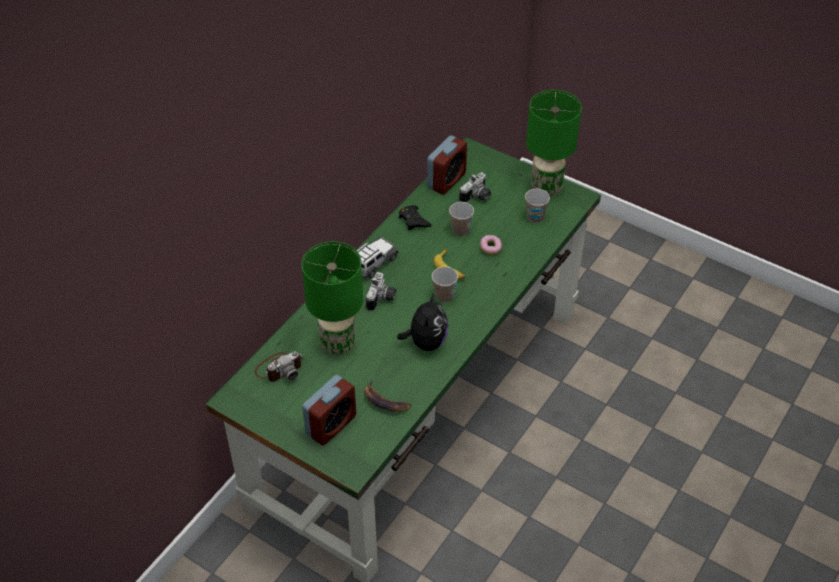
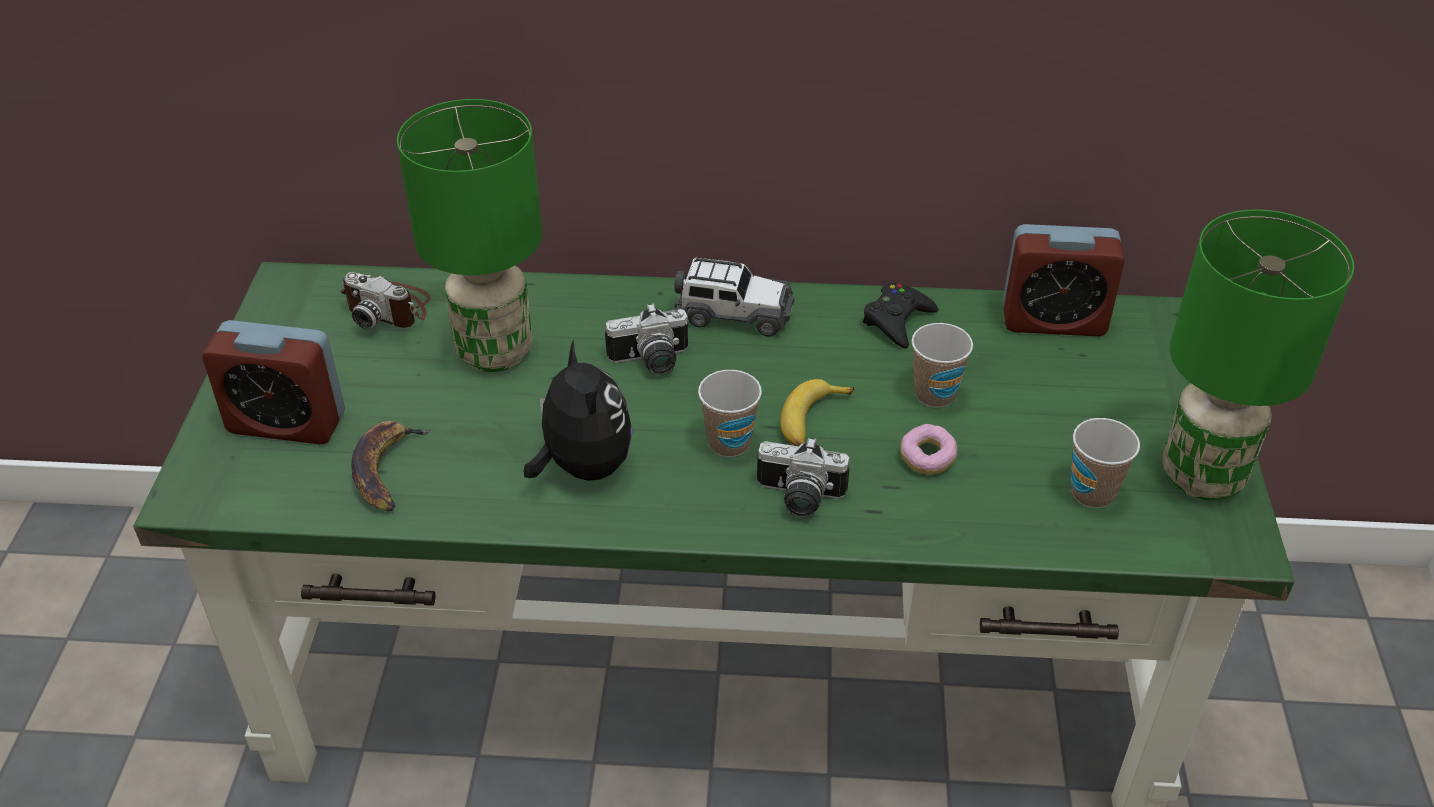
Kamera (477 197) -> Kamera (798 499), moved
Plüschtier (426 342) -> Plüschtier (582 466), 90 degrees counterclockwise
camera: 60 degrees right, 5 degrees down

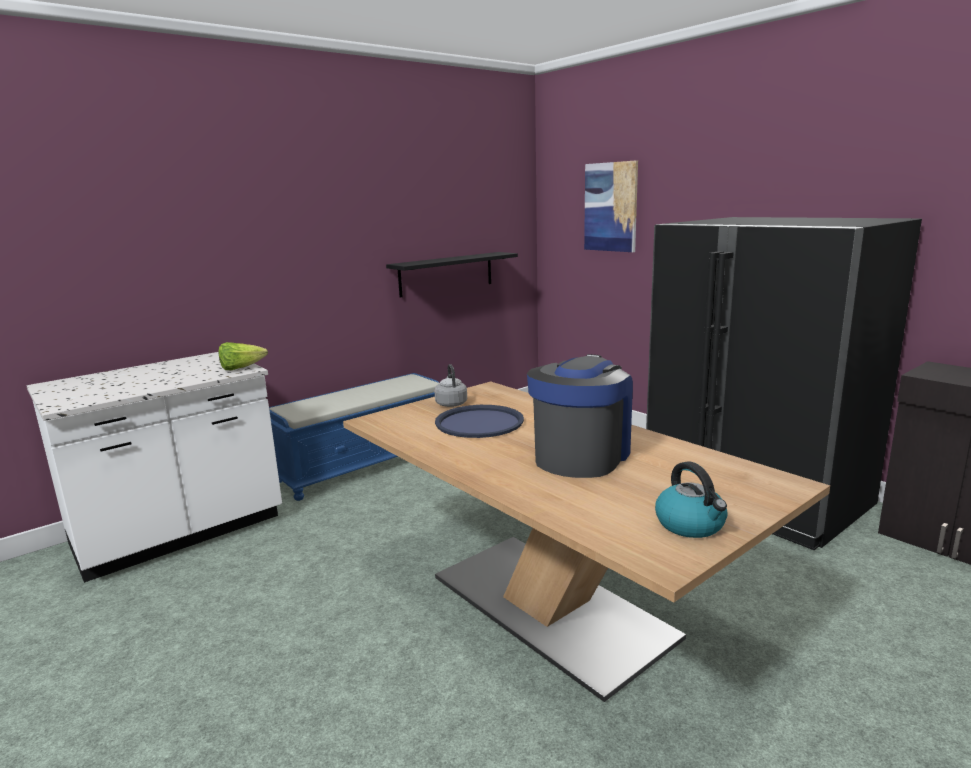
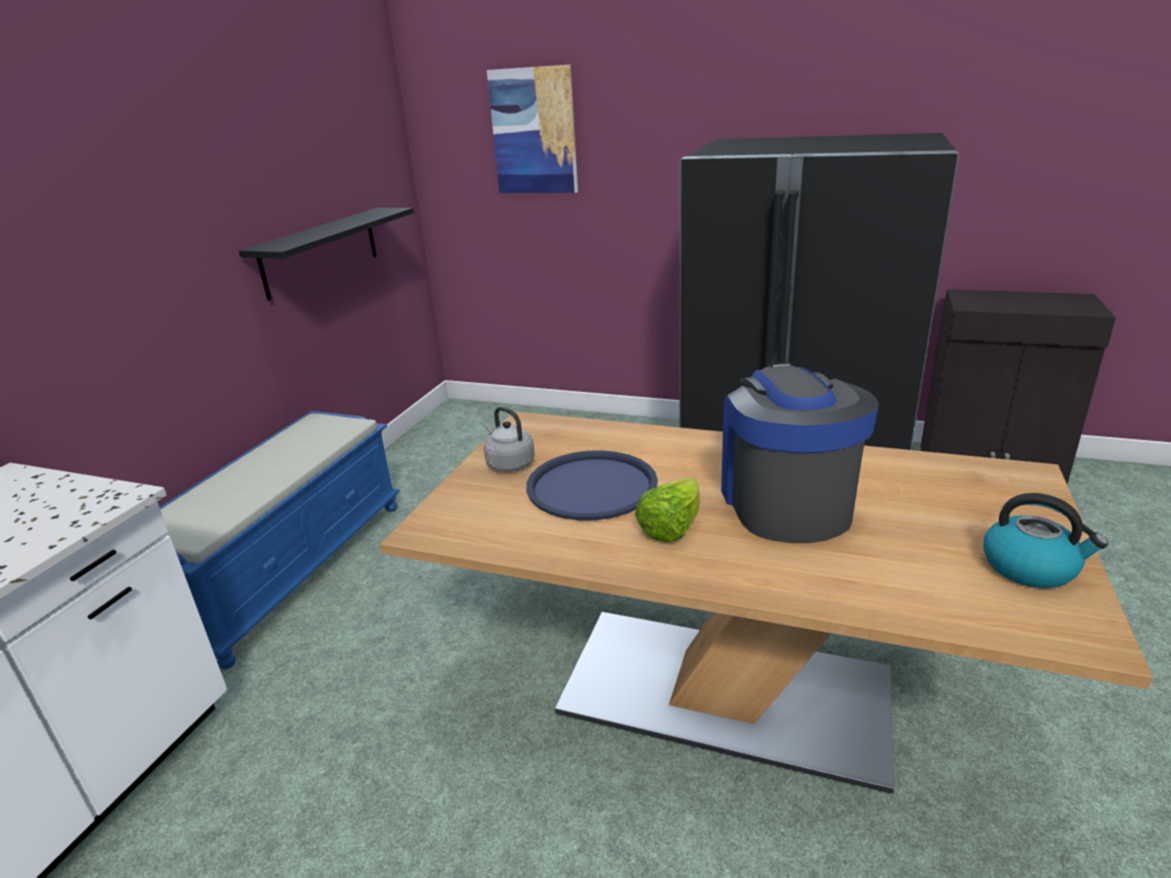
Salatkopf (241 368) -> Salatkopf (671 527), moved
camera: 30 degrees left, 10 degrees up

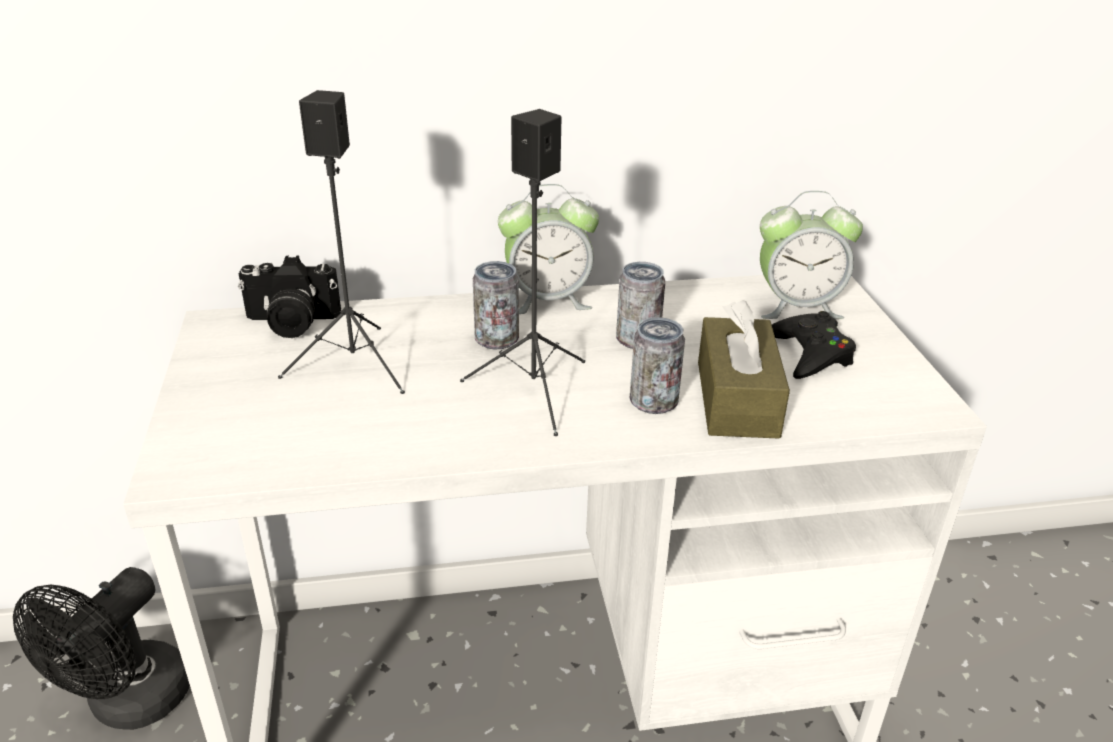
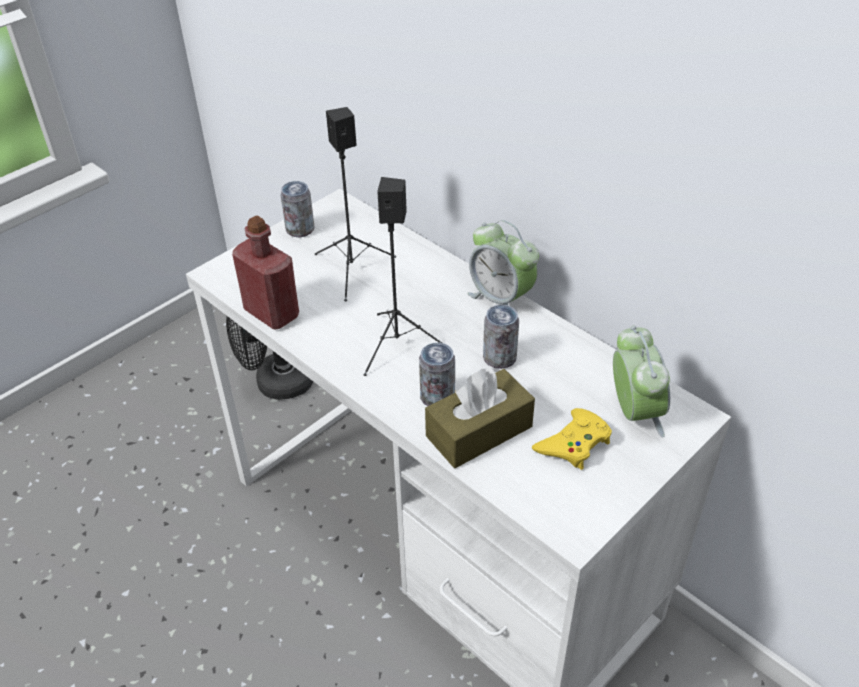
Wecker (797 307) -> Wecker (634 412), 150 degrees counterclockwise
Kamera (291 323) -> none
Dose (496 339) -> Dose (300 230), moved
Gamepad [schwarz] (809 354) -> Gamepad [gelb] (574 444)
none -> Flasche [rot] (272 313)
camera: 55 degrees right, 10 degrees up

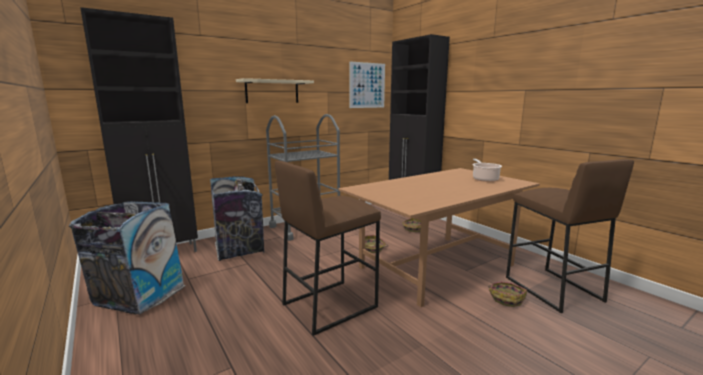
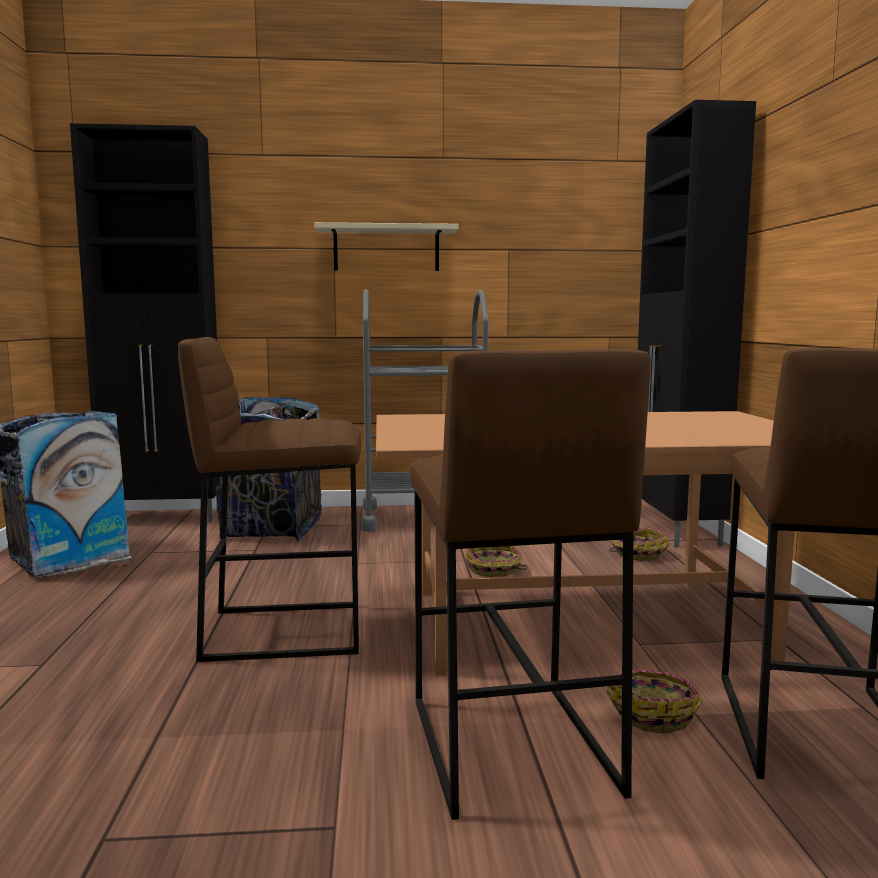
Bild (367 85) -> none
Kochtopf (484 179) -> none
none -> Hocker [braun] (508 745)
camera: 30 degrees right, 5 degrees down

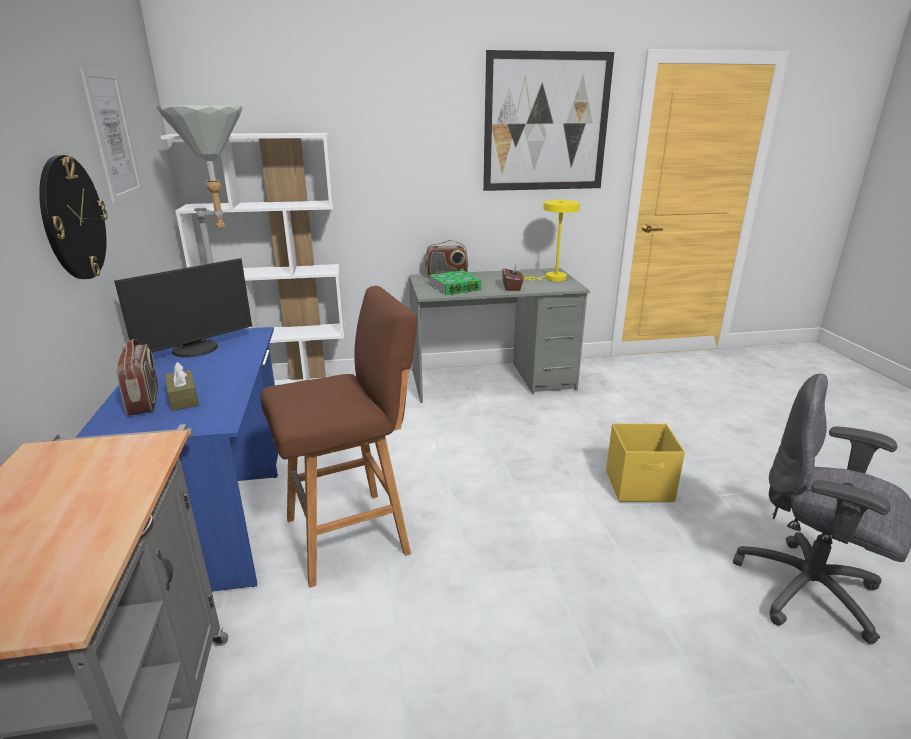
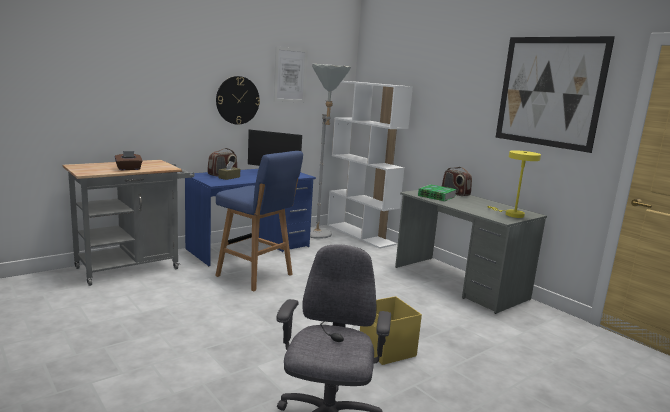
Taschentuchbox [braun] (512 287) -> Taschentuchbox [braun] (129 169), moved
Hocker [braun] (351 534) -> Hocker [blau] (256 276)
camera: 60 degrees right, 10 degrees down

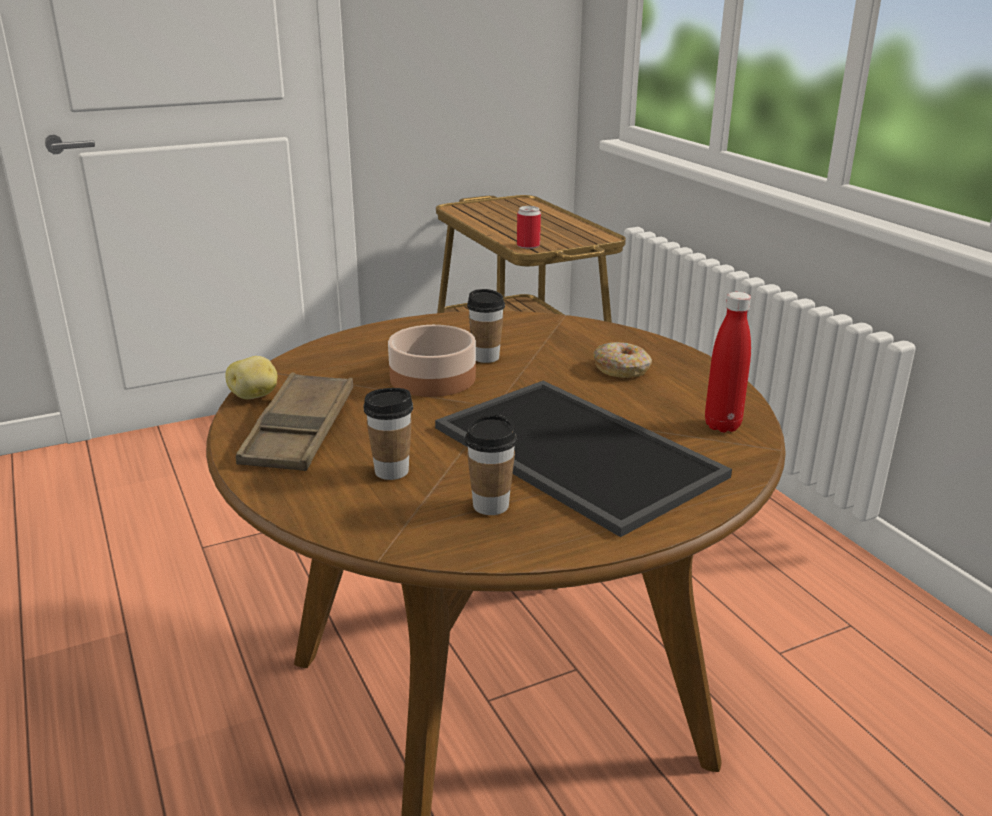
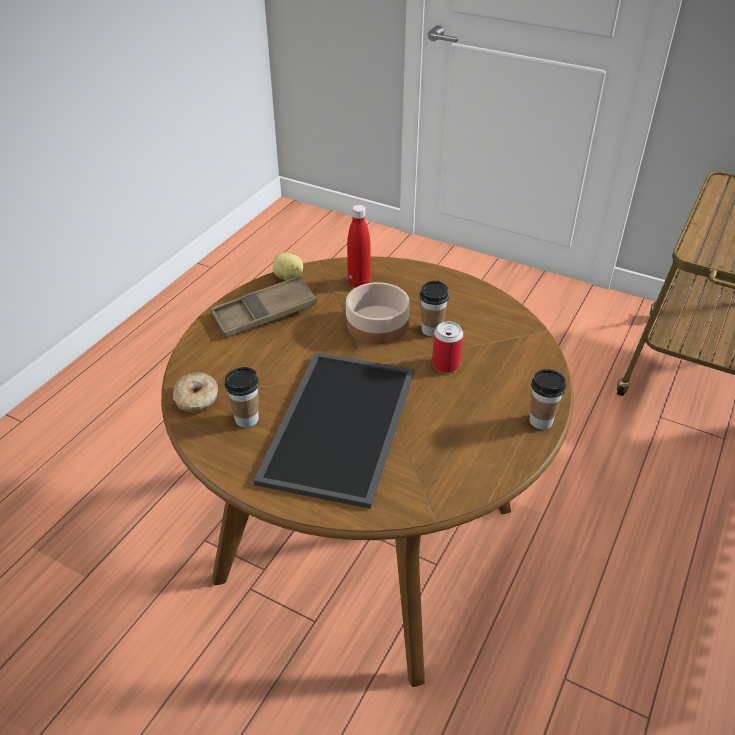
Dose (528 246) -> Dose (445 365), moved
Flasche [rot] (722 425) -> Flasche [rot] (359 282), moved
Donut (622 369) -> Donut (197 399), moved
Tasse (391 471) -> Tasse (541 421), moved
camera: 55 degrees right, 15 degrees up

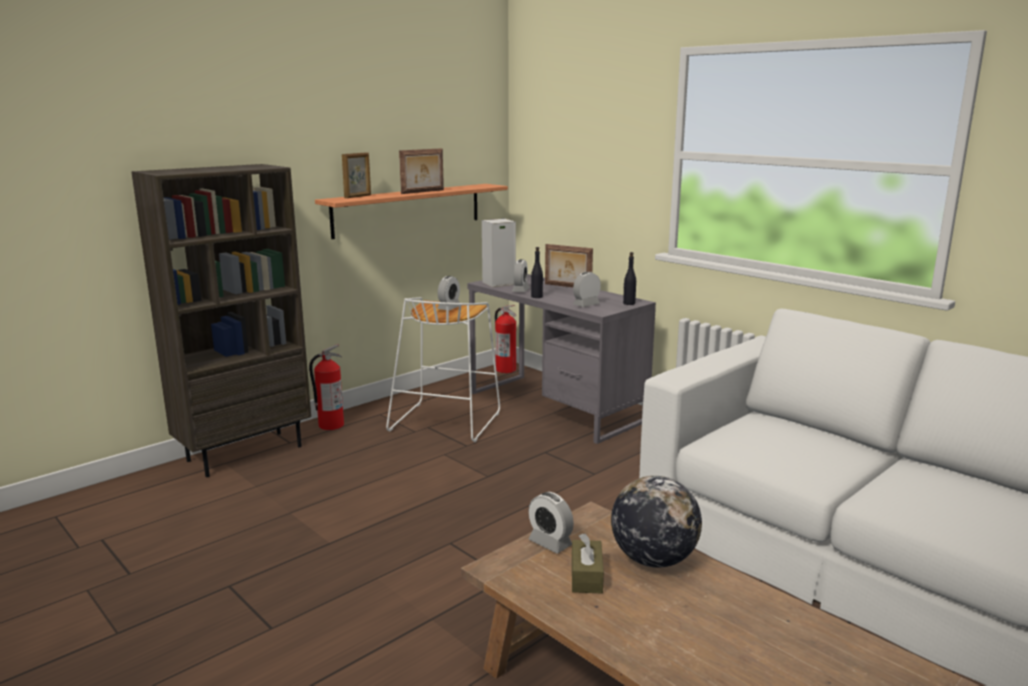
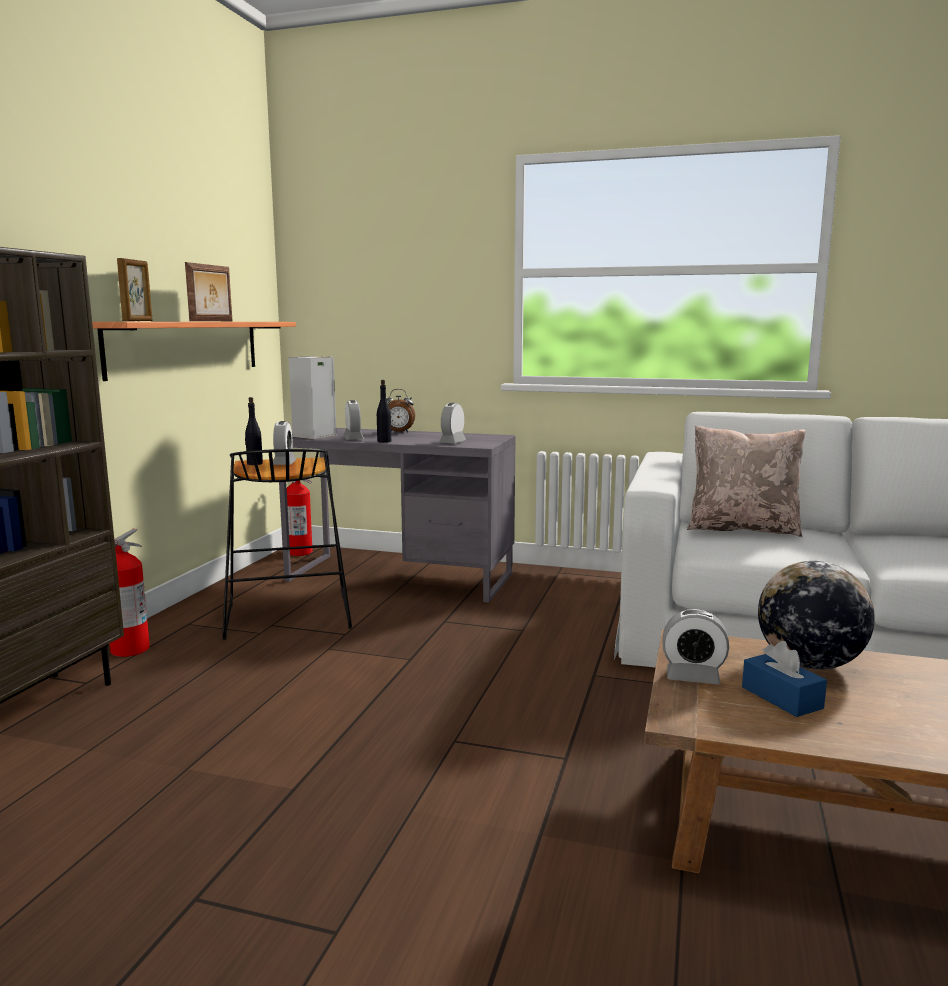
Bilderrahmen (567 286) -> Wecker (399 432)
Flasche [schwarz] (629 303) -> Flasche [schwarz] (254 464), moved
Hocker [weiß] (445 421) -> Hocker [schwarz] (286 614)
Taschentuchbox [braun] (586 576) -> Taschentuchbox [blau] (781 697)
none -> Kissen [beige] (742 529)
camera: 30 degrees left, 5 degrees down

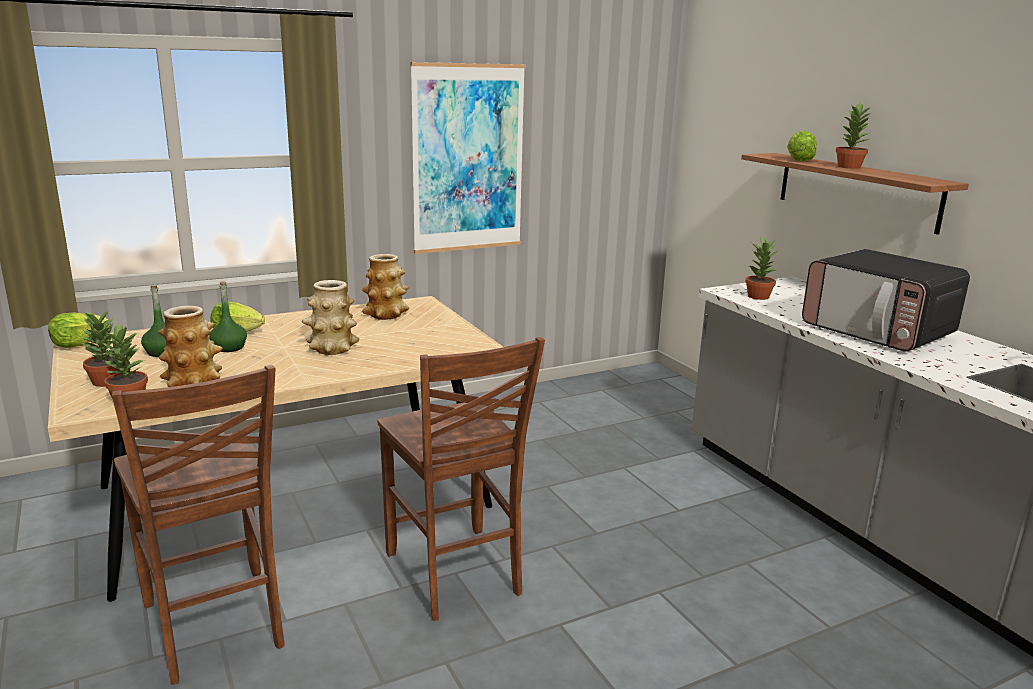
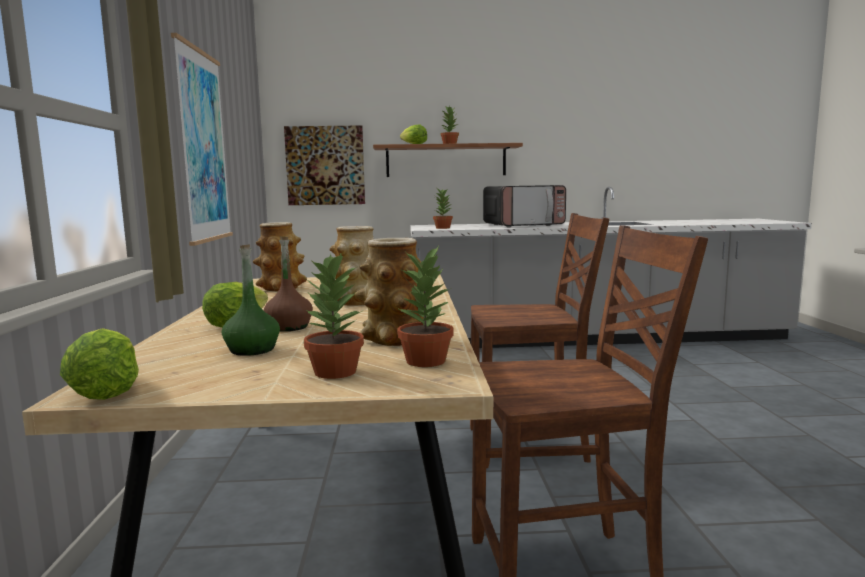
Flasche [grün] (229 348) -> Flasche [braun] (289 327)
none -> Bild (325 165)
camera: 65 degrees left, 10 degrees down

